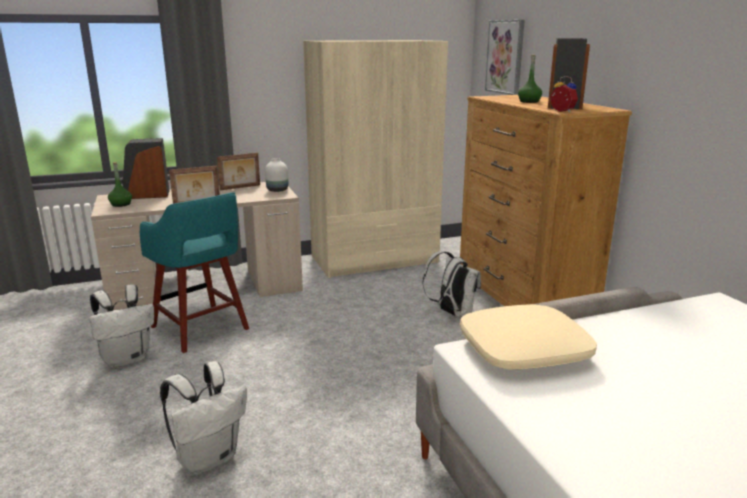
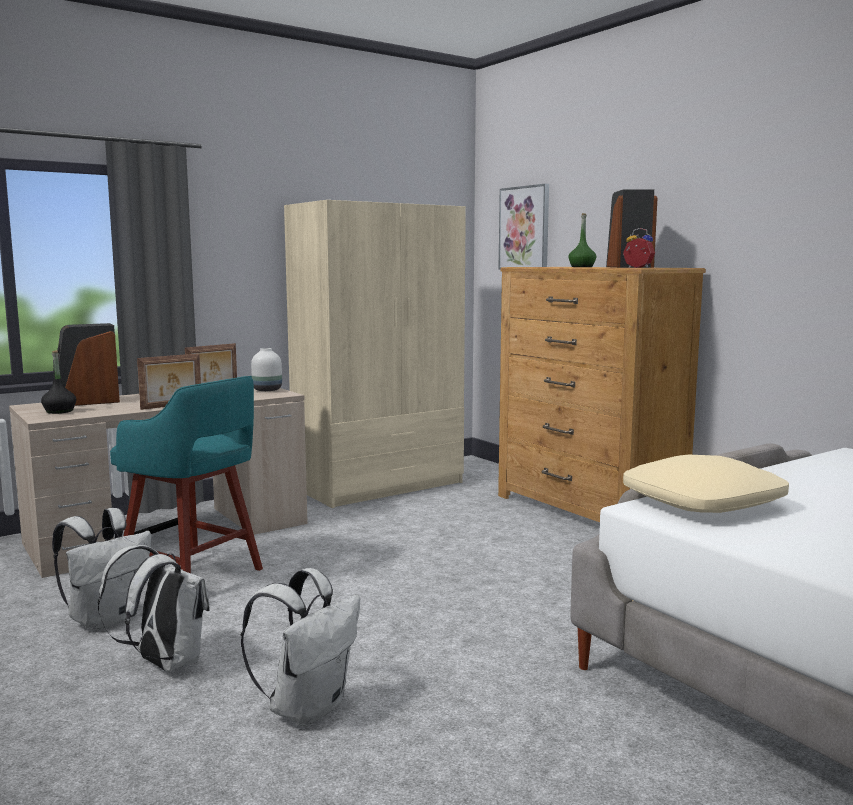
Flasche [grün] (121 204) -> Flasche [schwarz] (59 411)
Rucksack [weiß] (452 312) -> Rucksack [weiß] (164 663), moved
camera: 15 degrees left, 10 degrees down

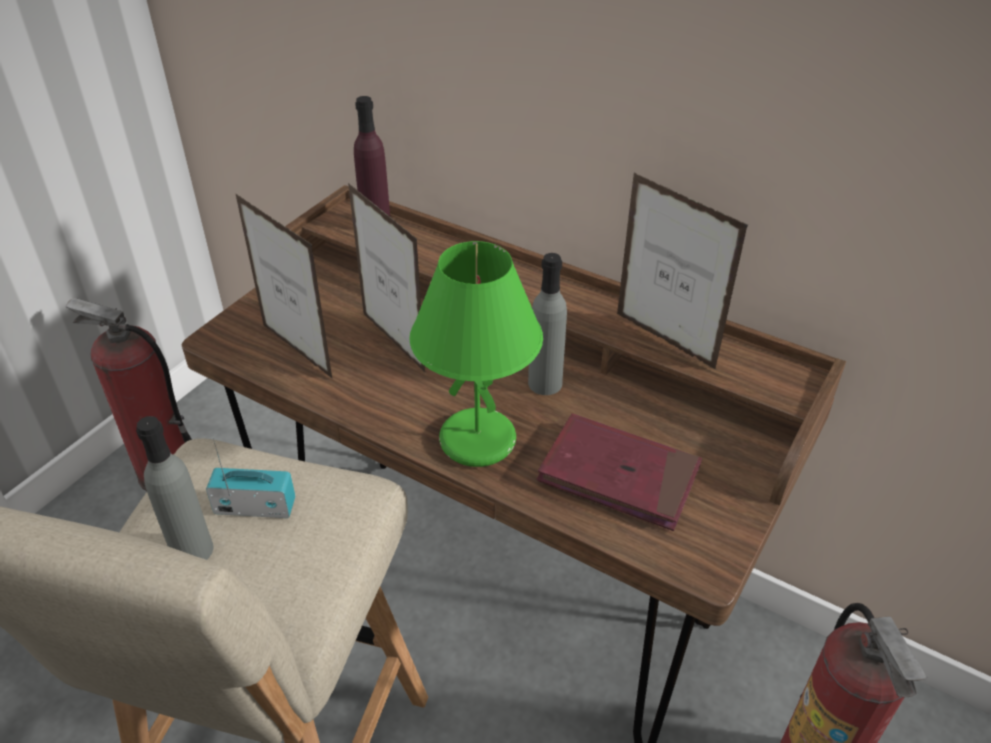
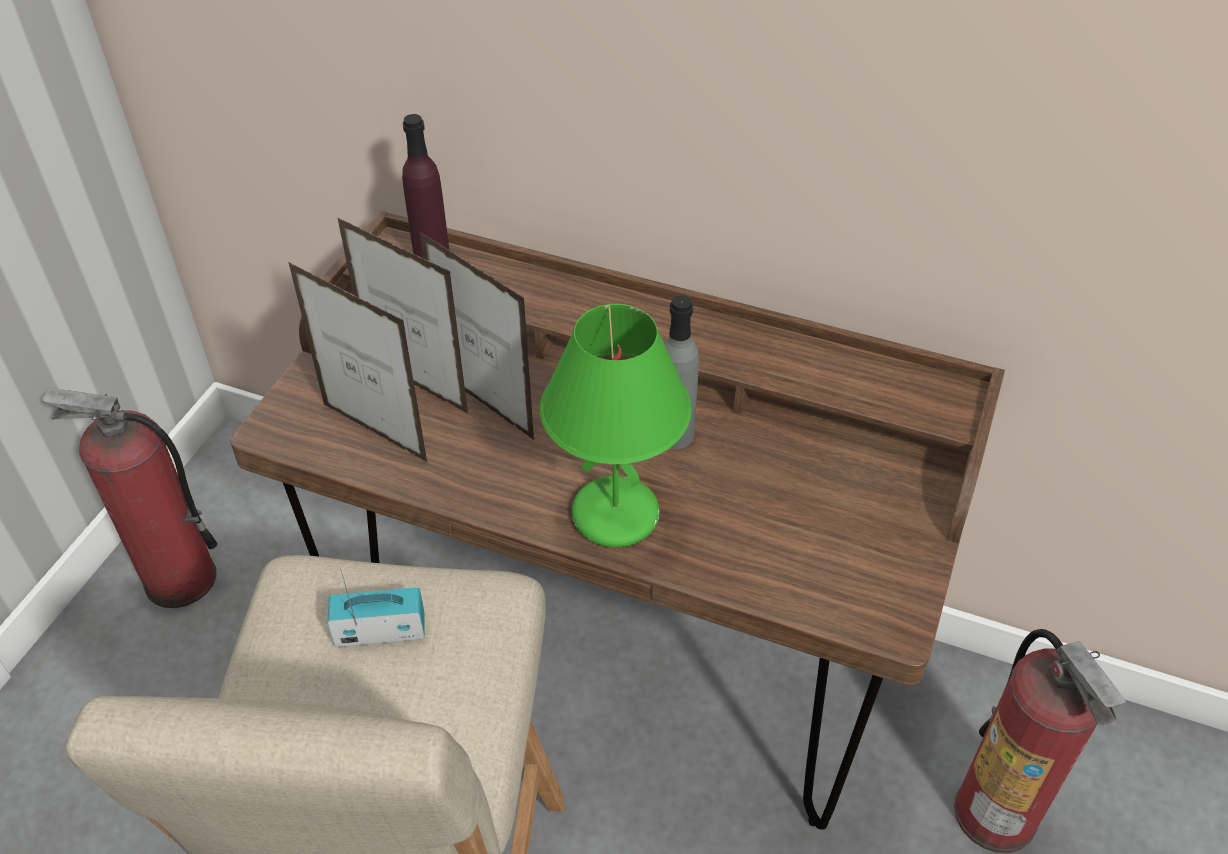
Bilderrahmen (664 341) -> Bilderrahmen (416 386), moved
Buch [rot] (619 475) -> none
Flasche [grau] (192 550) -> none
camera: 10 degrees left, 5 degrees up

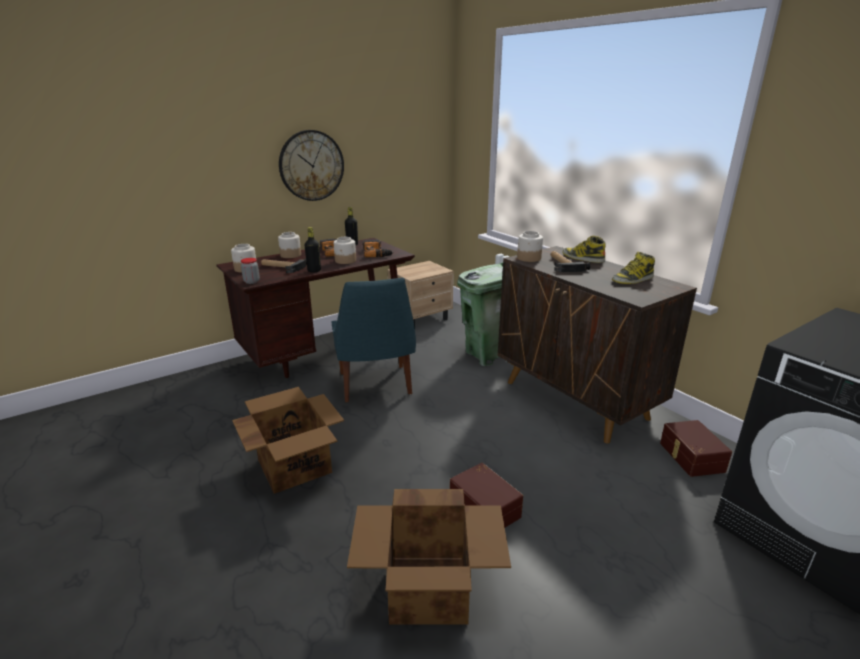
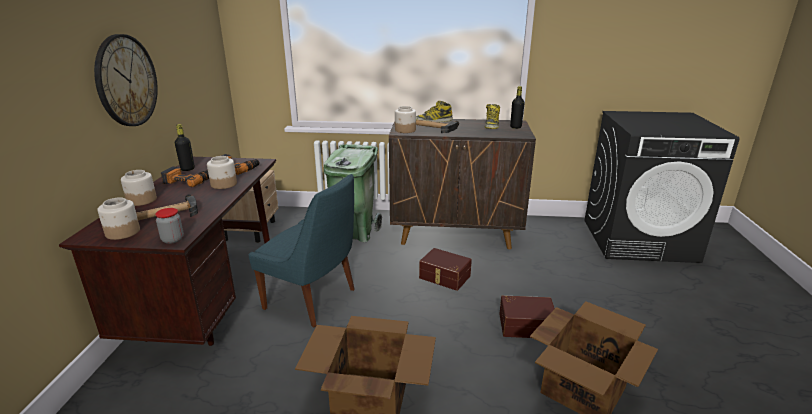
Flasche [schwarz] (314 271) -> Flasche [schwarz] (515 127), moved
Aufbewahrungsbox [braun] (690 457) -> Aufbewahrungsbox [braun] (444 277), moved
camera: 50 degrees left, 0 degrees up

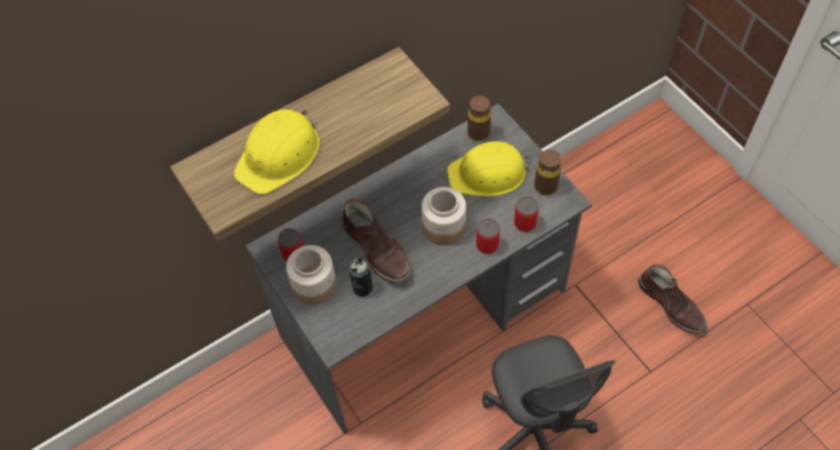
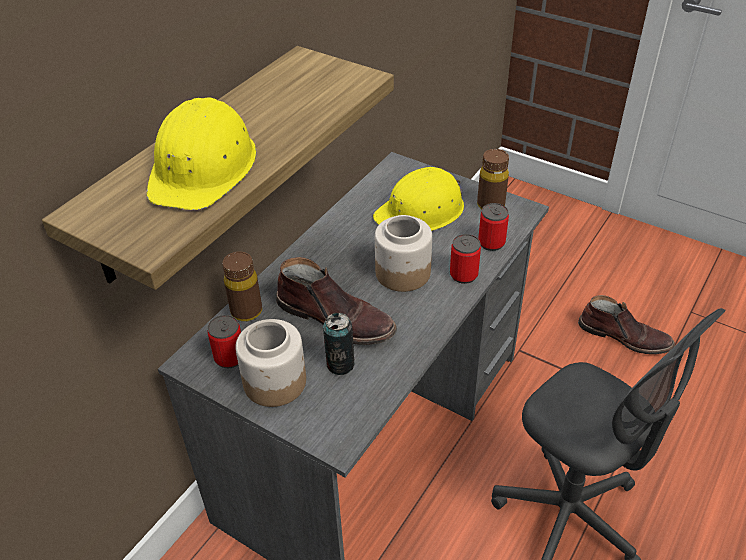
Flasche [braun] (478 133) -> Flasche [braun] (246 311), moved
camera: 25 degrees left, 15 degrees down

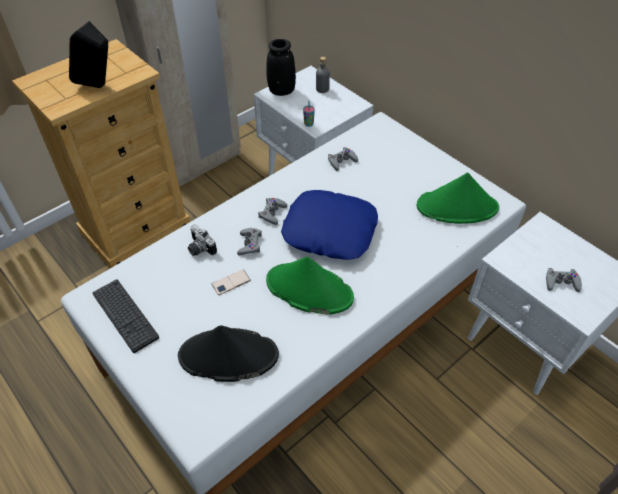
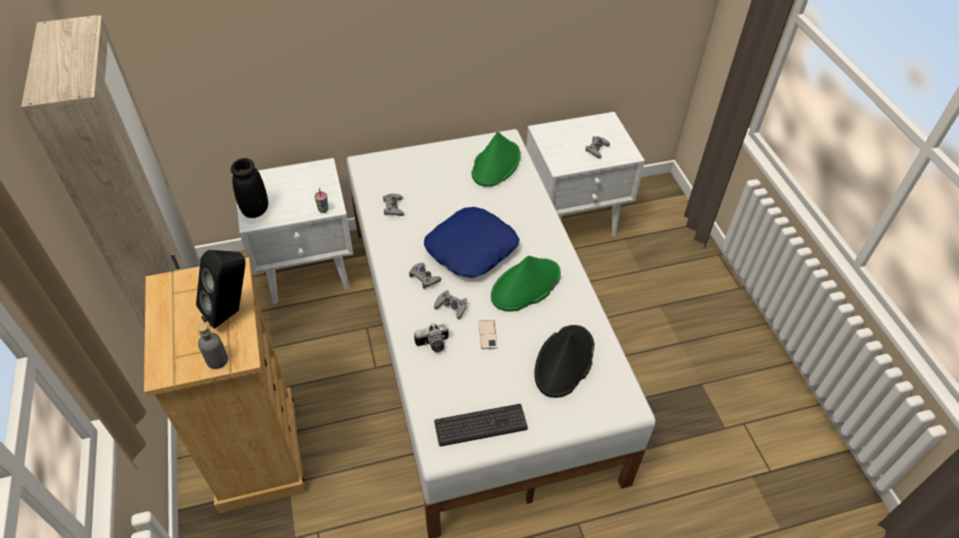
Flasche [grau] (322 89) -> Flasche [grau] (217 360), moved
camera: 65 degrees left, 0 degrees up

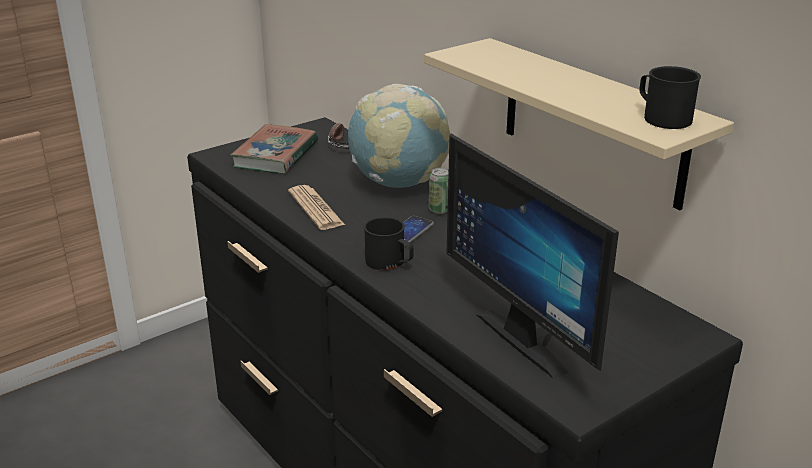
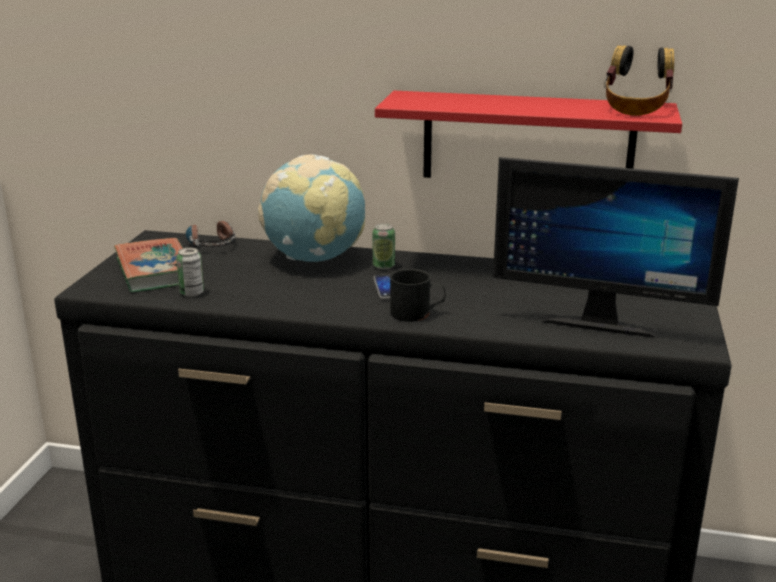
Wandregal [beige] (592 122) -> Wandregal [rot] (527 140)
Henkelbecher [schwarz] (661 117) -> Kopfhörer (636 109)
Zeitung (315 208) -> none
none -> Dose (192 293)
camera: 40 degrees left, 5 degrees down

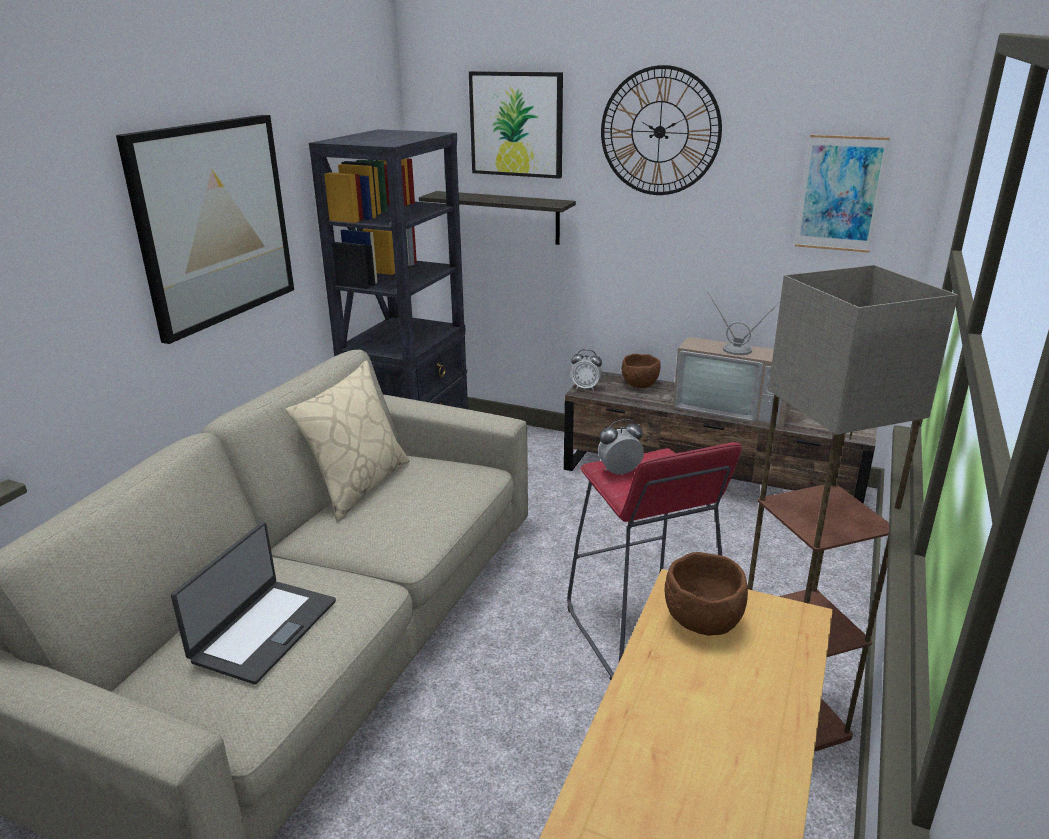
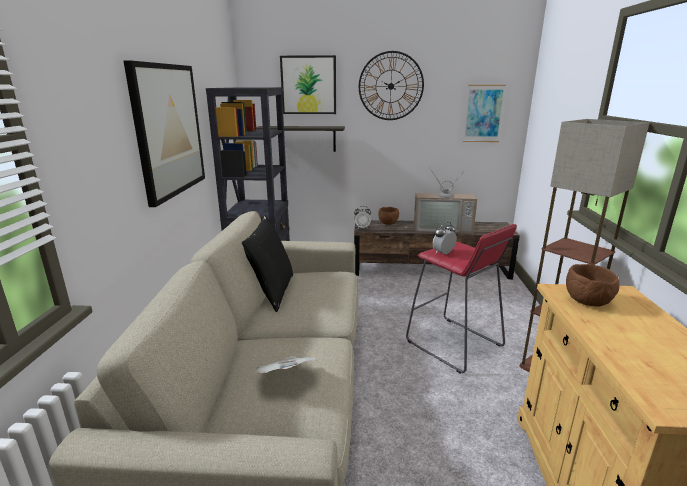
Kissen [beige] (358 486) -> Kissen [schwarz] (272 291)
Laptop (263 630) -> Zeitung (286 377)
camera: 20 degrees left, 5 degrees down

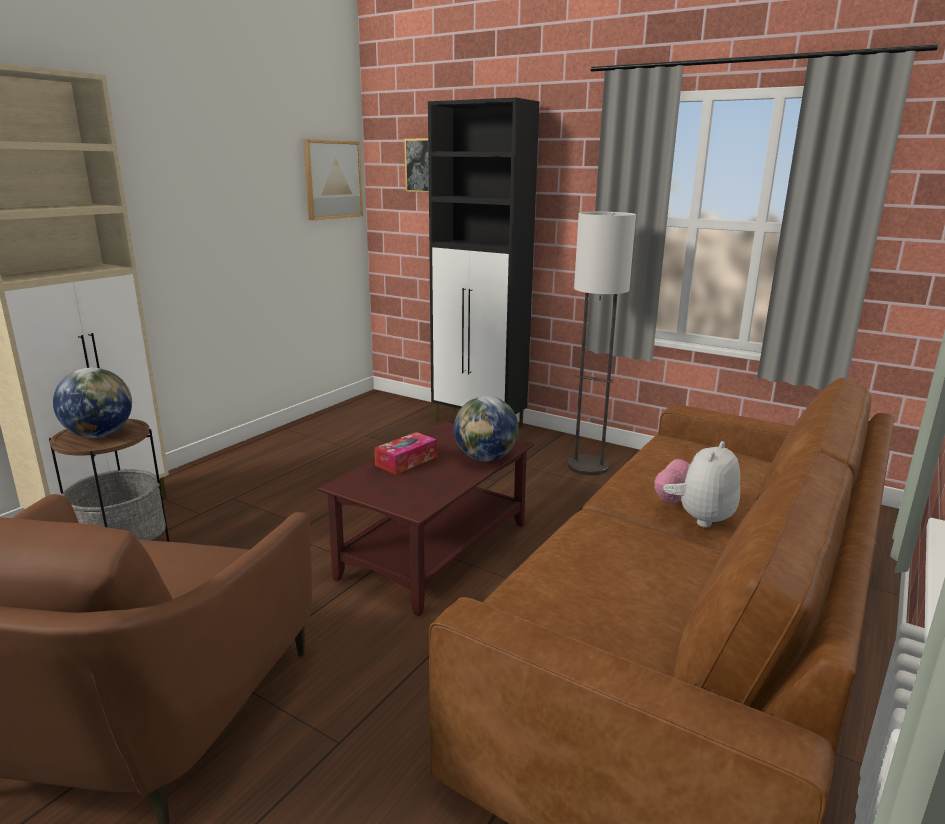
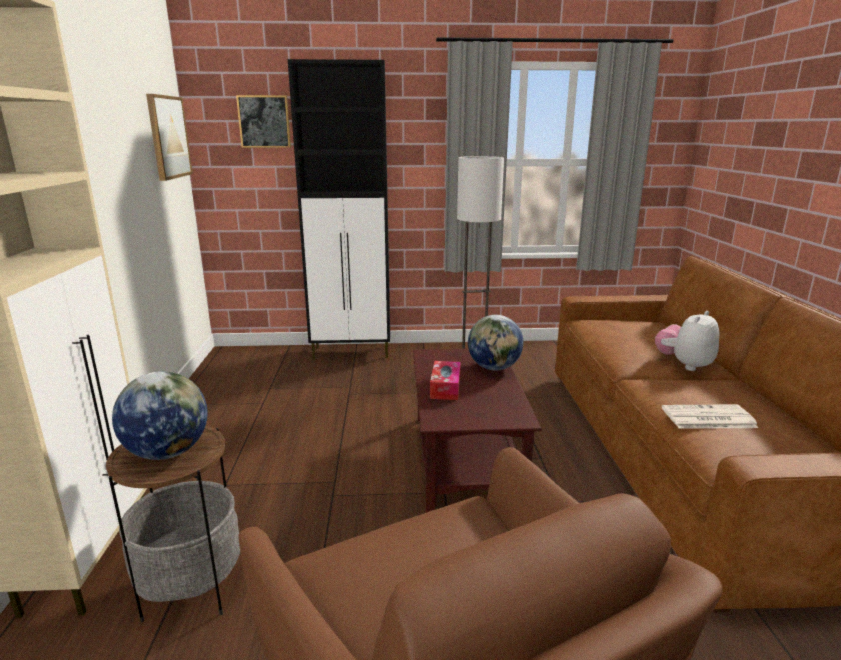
Plüschtier (695 517) -> Plüschtier (684 365), 45 degrees clockwise
none -> Zeitung (707 418)
camera: 35 degrees left, 0 degrees up

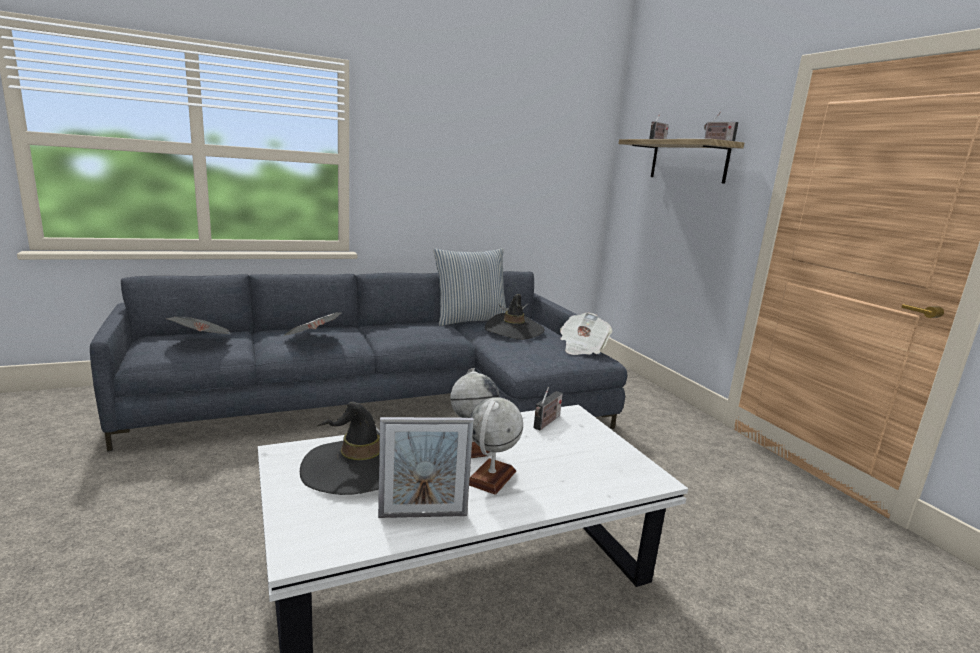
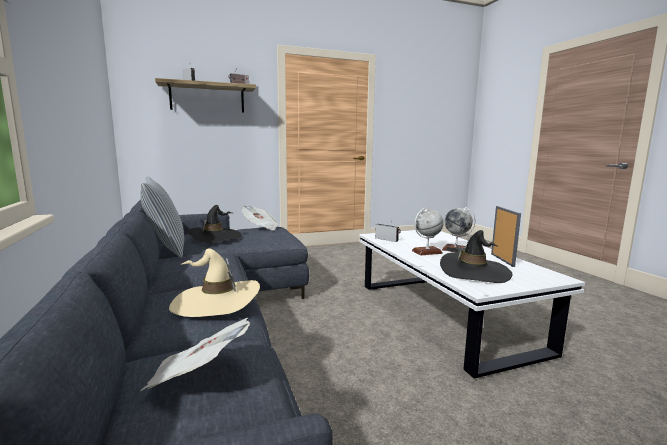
Zeitung (312 339) -> Hut [beige] (216 302)
camera: 85 degrees left, 5 degrees down

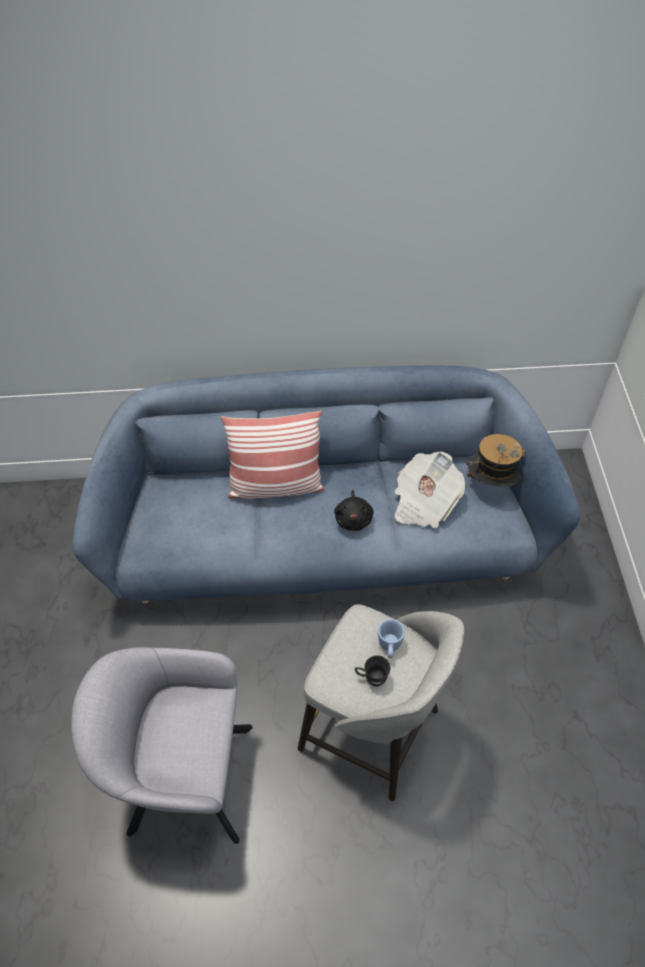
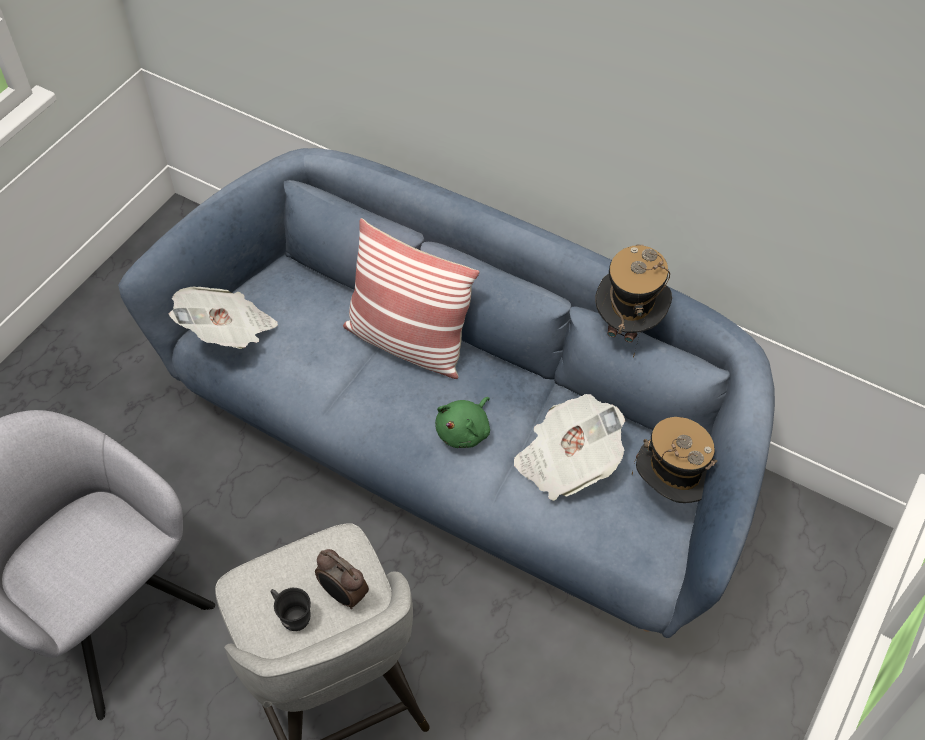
Plüschtier [schwarz] (353 518) -> Plüschtier [grün] (465 431)
Henkelbecher [blau] (389 647) -> Wecker (343 595)
none -> Hut (628 326)
none -> Zeitung (228 332)
camera: 35 degrees right, 0 degrees up

